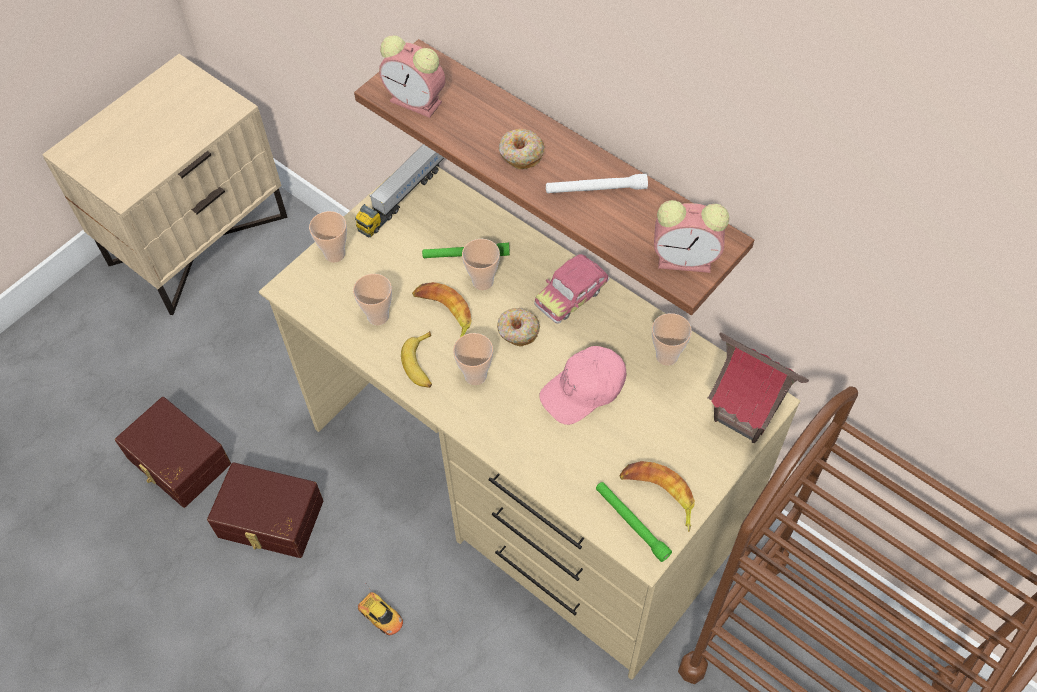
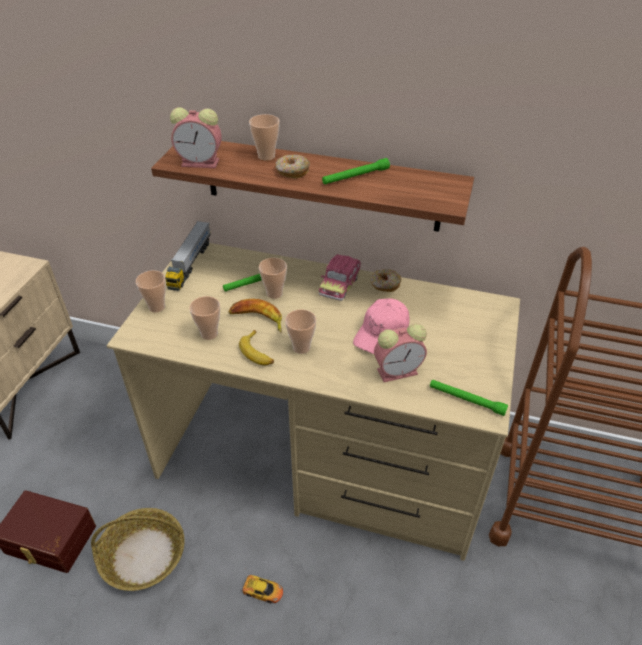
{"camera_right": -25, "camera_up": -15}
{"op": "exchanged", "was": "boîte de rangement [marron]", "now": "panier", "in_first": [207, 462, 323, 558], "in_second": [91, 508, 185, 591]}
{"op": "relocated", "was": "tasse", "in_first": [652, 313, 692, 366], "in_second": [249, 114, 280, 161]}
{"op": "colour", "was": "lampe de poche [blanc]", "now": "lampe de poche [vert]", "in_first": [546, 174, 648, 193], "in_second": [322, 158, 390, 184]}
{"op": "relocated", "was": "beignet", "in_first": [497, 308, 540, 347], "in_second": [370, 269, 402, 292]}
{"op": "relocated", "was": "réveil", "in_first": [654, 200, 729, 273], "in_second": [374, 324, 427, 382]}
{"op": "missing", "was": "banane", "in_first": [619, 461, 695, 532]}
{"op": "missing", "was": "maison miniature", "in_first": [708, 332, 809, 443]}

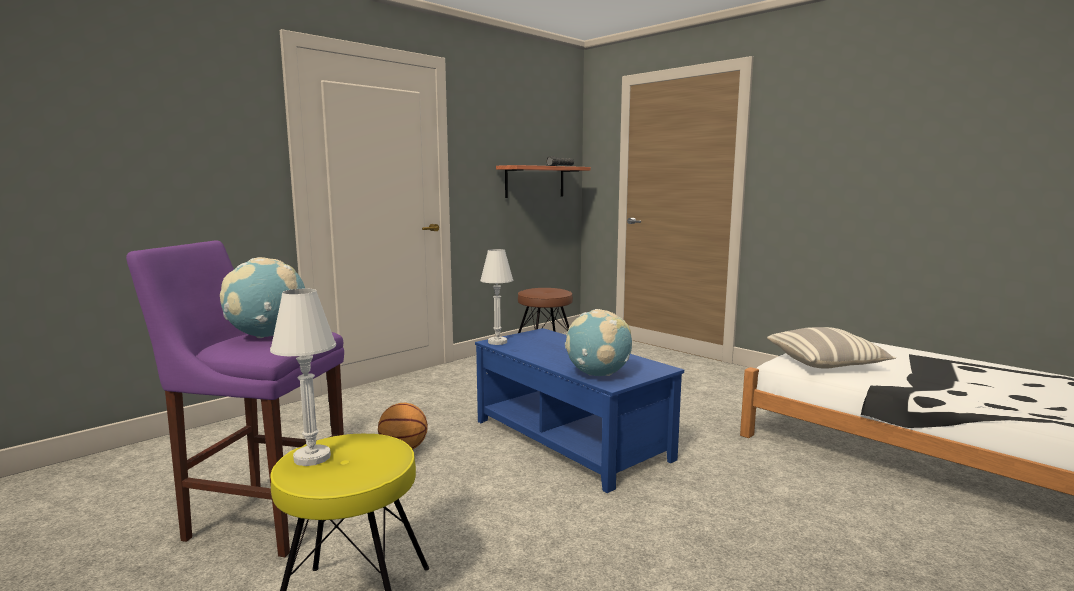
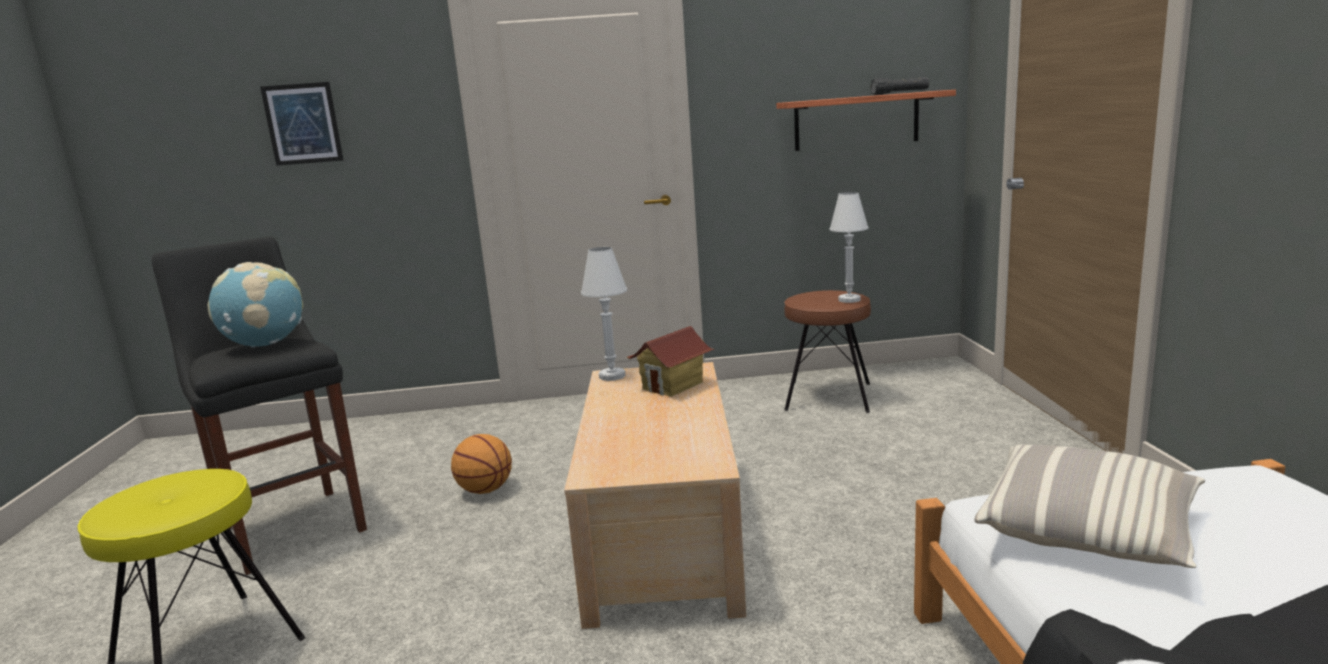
{"camera_right": 40, "camera_up": 5}
{"op": "colour", "was": "tabouret [violet]", "now": "tabouret [noir]", "in_first": [126, 240, 344, 557], "in_second": [152, 237, 367, 575]}
{"op": "appeared", "now": "tableau", "in_second": [260, 82, 343, 166]}
{"op": "colour", "was": "table basse [bleu]", "now": "table basse [beige]", "in_first": [475, 328, 684, 493], "in_second": [564, 362, 746, 629]}
{"op": "appeared", "now": "maison miniature", "in_second": [627, 326, 714, 397]}
{"op": "relocated", "was": "lampe de table [blanc]", "in_first": [270, 289, 336, 466], "in_second": [829, 192, 868, 303]}
{"op": "missing", "was": "globe", "in_first": [565, 309, 632, 376]}

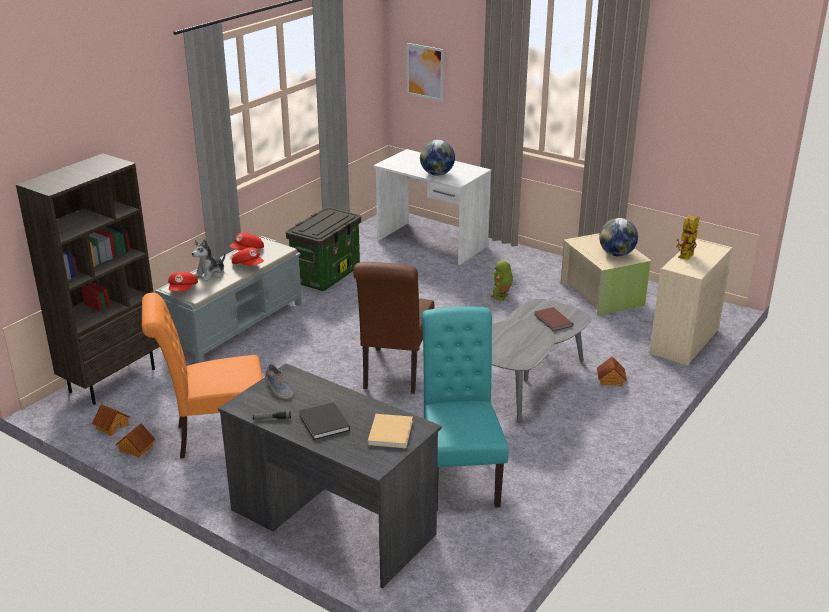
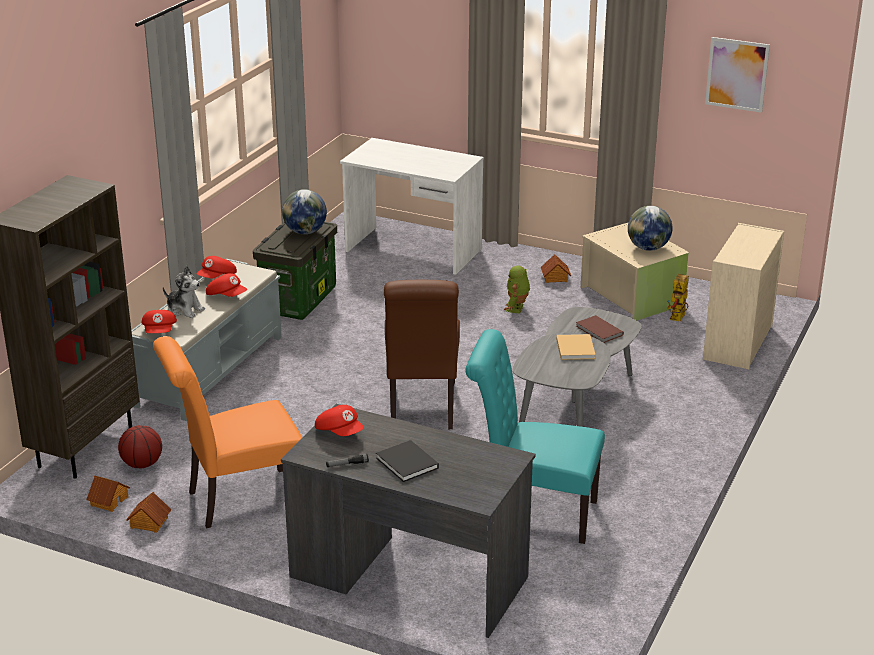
{"camera_right": -10, "camera_up": 0}
{"op": "appeared", "now": "ballon de basket", "in_second": [118, 425, 162, 468]}
{"op": "spun", "was": "peluche", "in_first": [192, 239, 225, 282], "in_second": [163, 266, 205, 318], "clockwise": -90}
{"op": "relocated", "was": "globe", "in_first": [420, 140, 455, 176], "in_second": [282, 189, 327, 234]}
{"op": "exchanged", "was": "chaussure", "now": "casquette [rouge]", "in_first": [265, 364, 293, 399], "in_second": [315, 405, 364, 436]}
{"op": "spun", "was": "chaise [turquoise]", "in_first": [421, 307, 509, 511], "in_second": [465, 329, 605, 544], "clockwise": -60}
{"op": "relocated", "was": "maison miniature", "in_first": [597, 357, 627, 386], "in_second": [541, 254, 571, 283]}
{"op": "relocated", "was": "livre [beige]", "in_first": [368, 414, 413, 448], "in_second": [556, 334, 596, 360]}
{"op": "relocated", "was": "robot jouet", "in_first": [676, 215, 699, 260], "in_second": [667, 274, 689, 321]}
{"op": "relocated", "was": "tableau", "in_first": [407, 43, 444, 101], "in_second": [705, 37, 770, 113]}

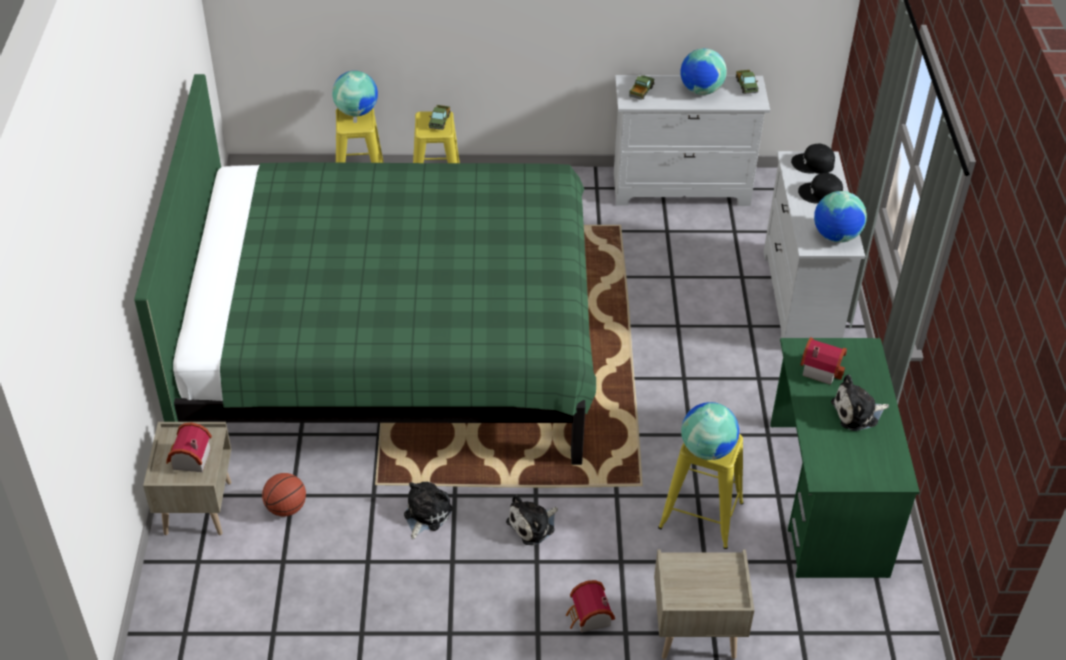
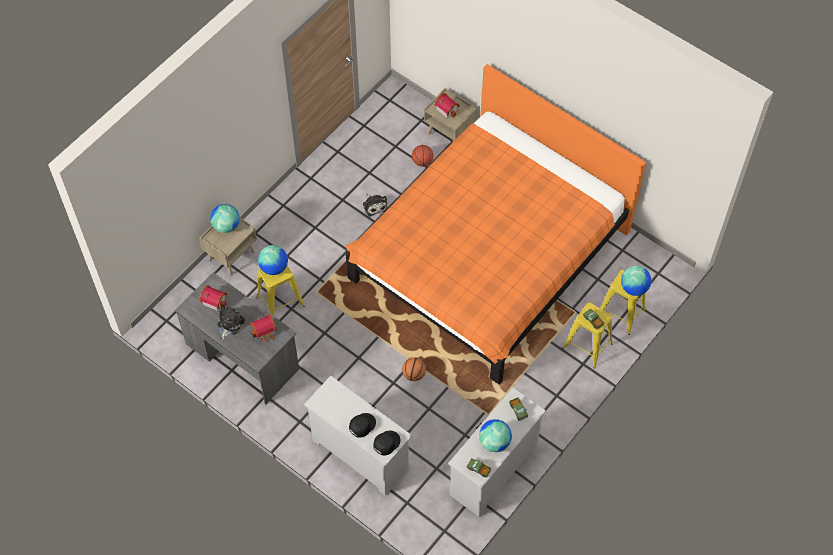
{"camera_right": 130, "camera_up": 15}
{"op": "colour", "was": "bureau [vert]", "now": "bureau [gris]", "in_first": [770, 338, 920, 578], "in_second": [175, 272, 299, 404]}
{"op": "relocated", "was": "maison miniature", "in_first": [566, 580, 615, 632], "in_second": [200, 285, 227, 311]}
{"op": "relocated", "was": "globe", "in_first": [814, 191, 867, 243], "in_second": [210, 204, 240, 233]}
{"op": "colour", "was": "lit [vert]", "now": "lit [orange]", "in_first": [134, 74, 596, 465], "in_second": [346, 64, 646, 384]}
{"op": "appeared", "now": "ballon de basket", "in_second": [402, 358, 426, 381]}
{"op": "missing", "was": "peluche", "in_first": [506, 495, 558, 545]}

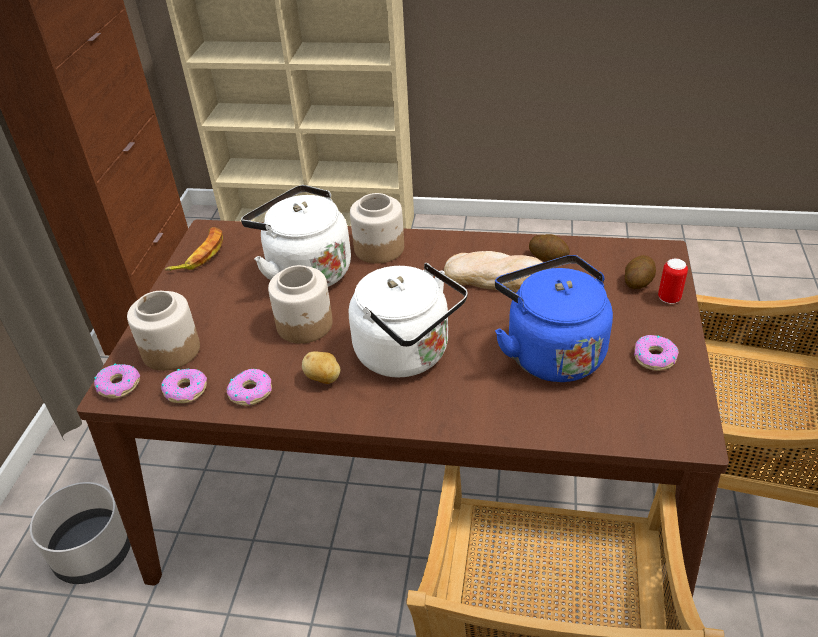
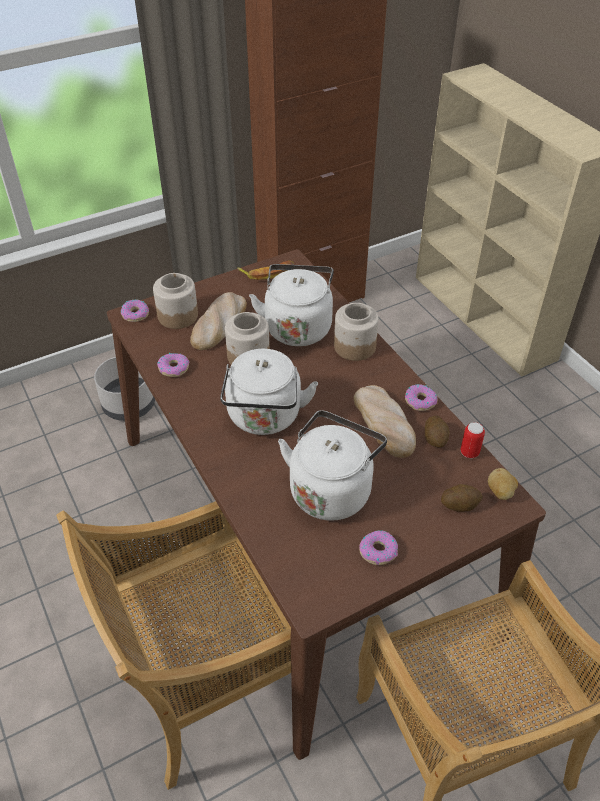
{"camera_right": 50, "camera_up": 5}
{"op": "appeared", "now": "pain", "in_second": [190, 292, 247, 350]}
{"op": "colour", "was": "bouilloire [bleu]", "now": "bouilloire [blanc]", "in_first": [495, 255, 613, 382], "in_second": [278, 410, 387, 521]}
{"op": "relocated", "was": "beignet", "in_first": [161, 369, 207, 403], "in_second": [405, 384, 437, 411]}
{"op": "relocated", "was": "boîte métallique", "in_first": [658, 258, 688, 304], "in_second": [461, 422, 485, 458]}
{"op": "relocated", "was": "pomme de terre", "in_first": [302, 351, 340, 384], "in_second": [488, 468, 518, 500]}

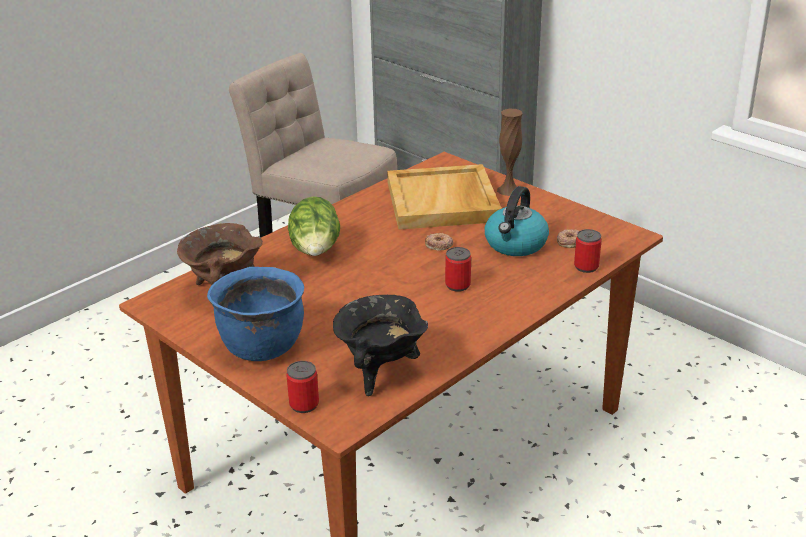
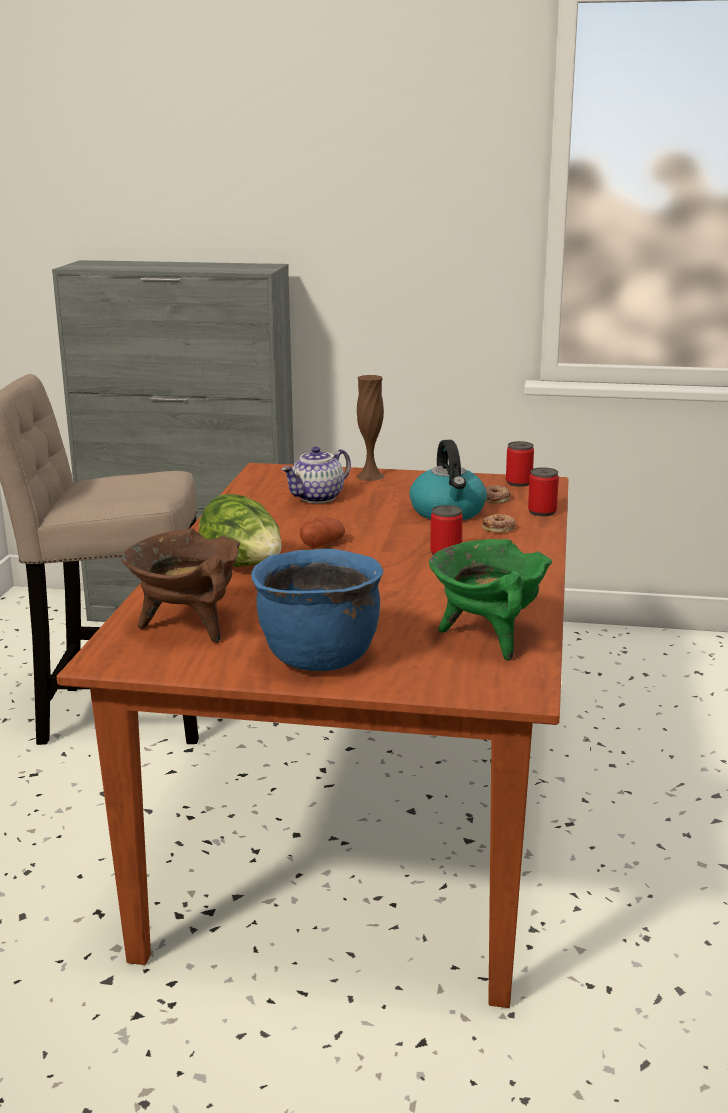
{"camera_right": -35, "camera_up": -10}
{"op": "exchanged", "was": "plateau [beige]", "now": "théière", "in_first": [387, 164, 502, 230], "in_second": [281, 447, 351, 503]}
{"op": "appeared", "now": "pomme de terre", "in_second": [299, 517, 345, 548]}
{"op": "colour", "was": "marmite [noir]", "now": "marmite [vert]", "in_first": [333, 295, 428, 396], "in_second": [429, 539, 552, 660]}
{"op": "relocated", "was": "beignet", "in_first": [425, 233, 453, 250], "in_second": [482, 514, 516, 532]}
{"op": "relocated", "was": "boîte métallique", "in_first": [286, 361, 319, 413], "in_second": [506, 441, 534, 487]}

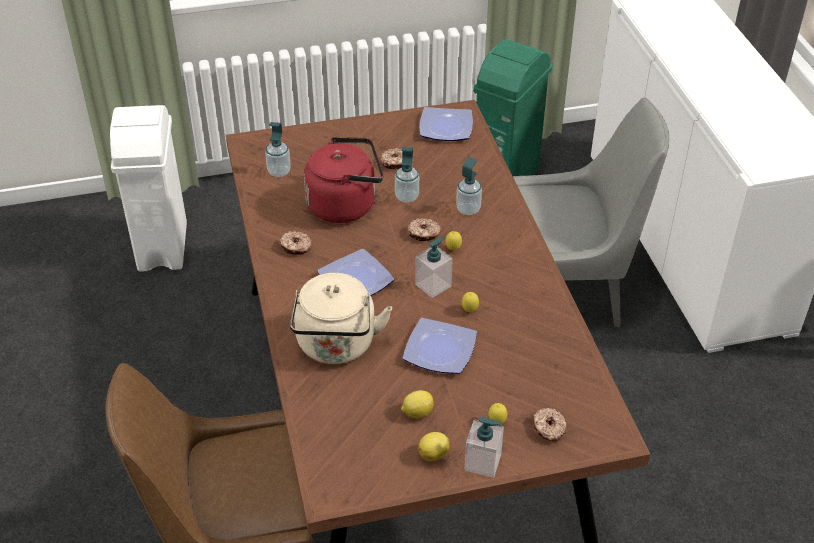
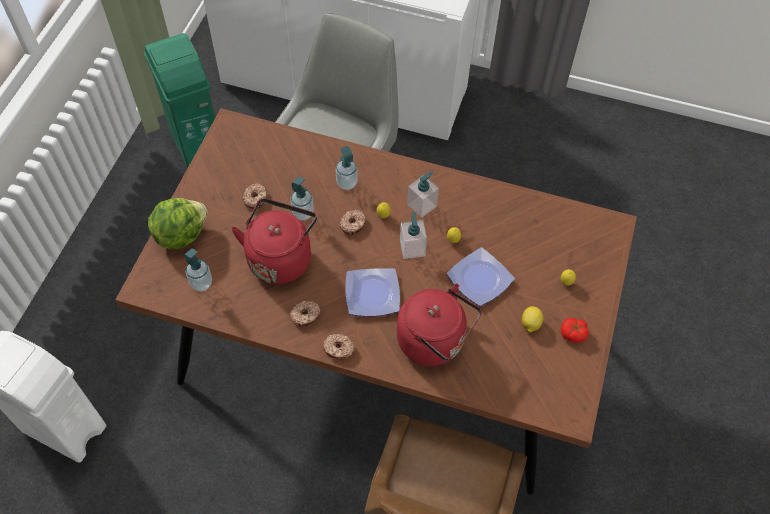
{"camera_right": -60, "camera_up": 15}
{"op": "appeared", "now": "laitue", "in_second": [148, 198, 208, 249]}
{"op": "relocated", "was": "beignet", "in_first": [533, 408, 567, 442], "in_second": [323, 334, 355, 359]}
{"op": "colour", "was": "bouilloire [beige]", "now": "bouilloire [rouge]", "in_first": [290, 273, 392, 364], "in_second": [397, 284, 482, 366]}
{"op": "relocated", "was": "distributeur de savon", "in_first": [464, 416, 504, 478], "in_second": [407, 171, 439, 218]}
{"op": "exchanged", "was": "citron", "now": "tomate", "in_first": [418, 432, 450, 461], "in_second": [561, 318, 589, 343]}
{"op": "missing", "was": "assiette", "in_first": [419, 107, 473, 141]}

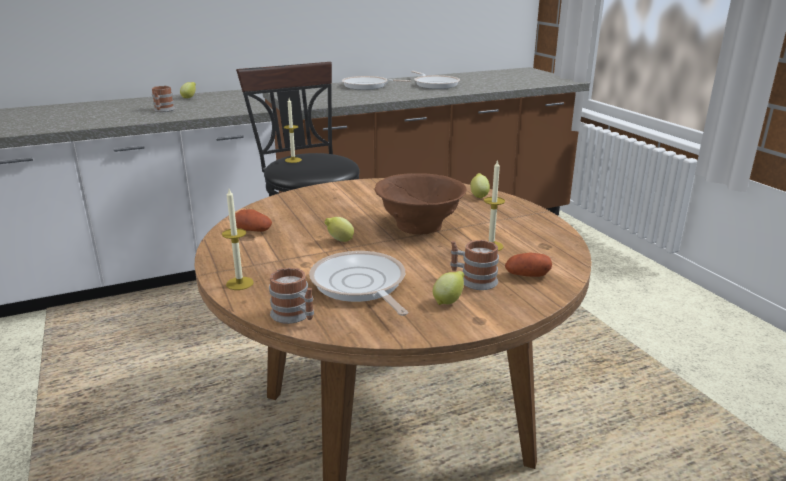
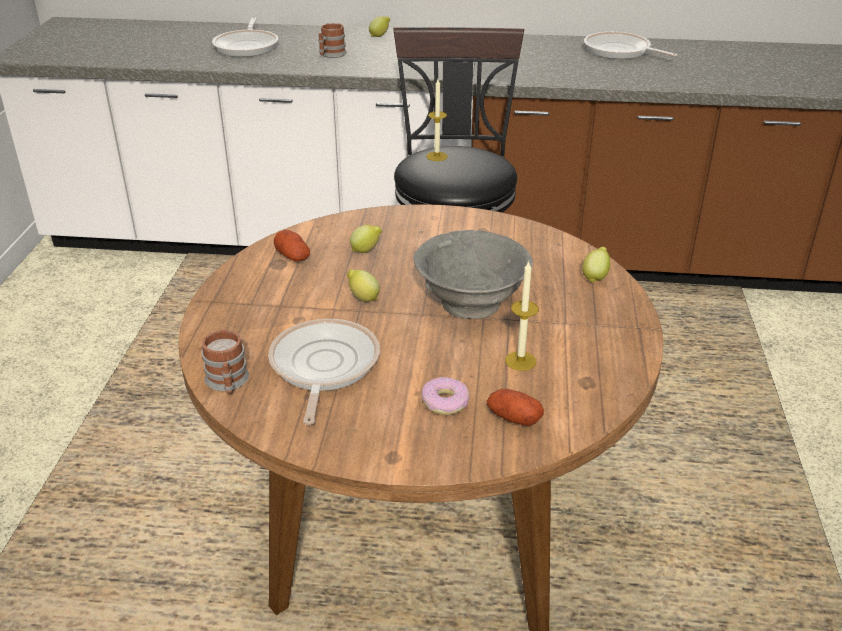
{"camera_right": 30, "camera_up": 10}
{"op": "relocated", "was": "poêle", "in_first": [411, 71, 460, 89], "in_second": [212, 17, 278, 57]}
{"op": "relocated", "was": "citron", "in_first": [433, 271, 464, 305], "in_second": [350, 225, 382, 253]}
{"op": "colour", "was": "bol [marron]", "now": "bol [gris]", "in_first": [375, 173, 467, 235], "in_second": [414, 230, 533, 319]}
{"op": "exchanged", "was": "mug", "now": "beignet", "in_first": [450, 240, 499, 290], "in_second": [421, 377, 470, 415]}
{"op": "missing", "was": "bougie", "in_first": [222, 189, 254, 290]}

